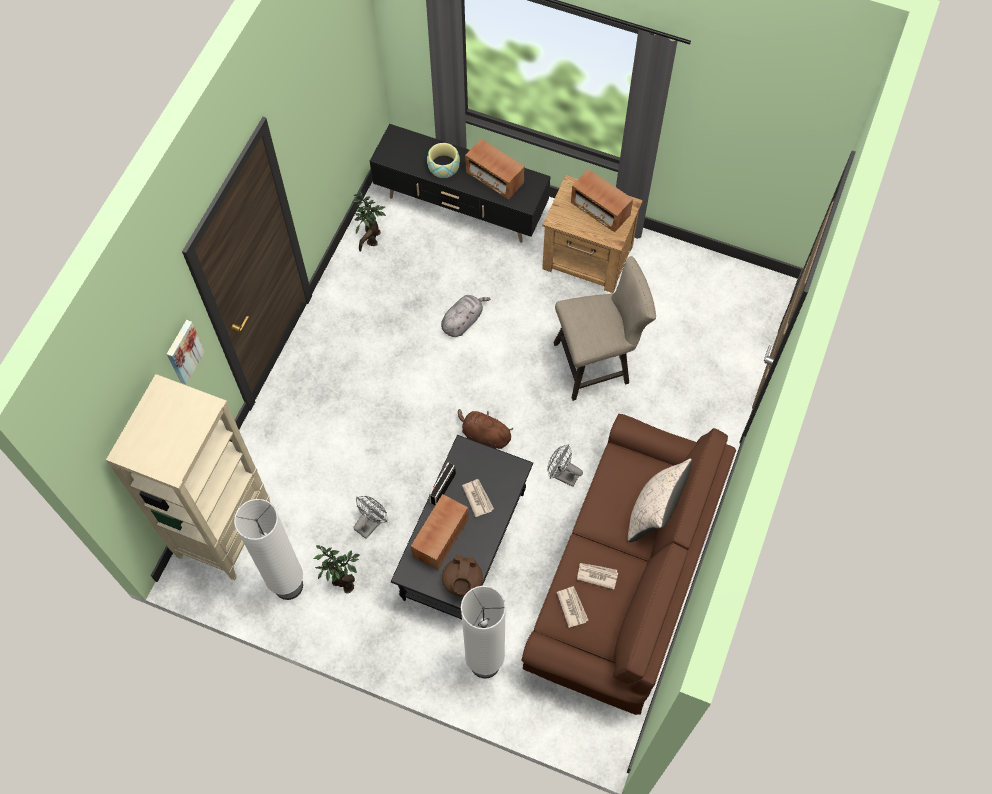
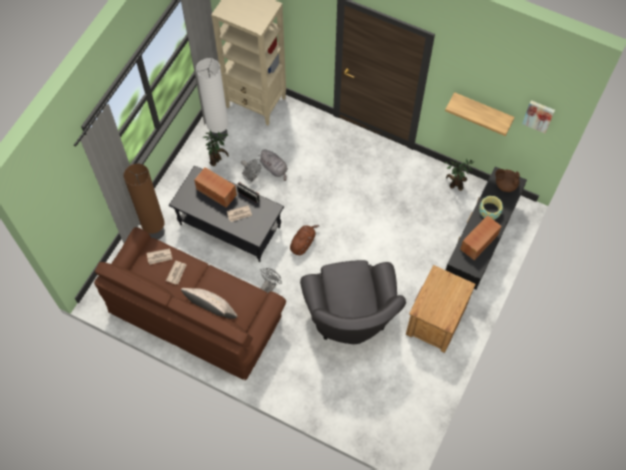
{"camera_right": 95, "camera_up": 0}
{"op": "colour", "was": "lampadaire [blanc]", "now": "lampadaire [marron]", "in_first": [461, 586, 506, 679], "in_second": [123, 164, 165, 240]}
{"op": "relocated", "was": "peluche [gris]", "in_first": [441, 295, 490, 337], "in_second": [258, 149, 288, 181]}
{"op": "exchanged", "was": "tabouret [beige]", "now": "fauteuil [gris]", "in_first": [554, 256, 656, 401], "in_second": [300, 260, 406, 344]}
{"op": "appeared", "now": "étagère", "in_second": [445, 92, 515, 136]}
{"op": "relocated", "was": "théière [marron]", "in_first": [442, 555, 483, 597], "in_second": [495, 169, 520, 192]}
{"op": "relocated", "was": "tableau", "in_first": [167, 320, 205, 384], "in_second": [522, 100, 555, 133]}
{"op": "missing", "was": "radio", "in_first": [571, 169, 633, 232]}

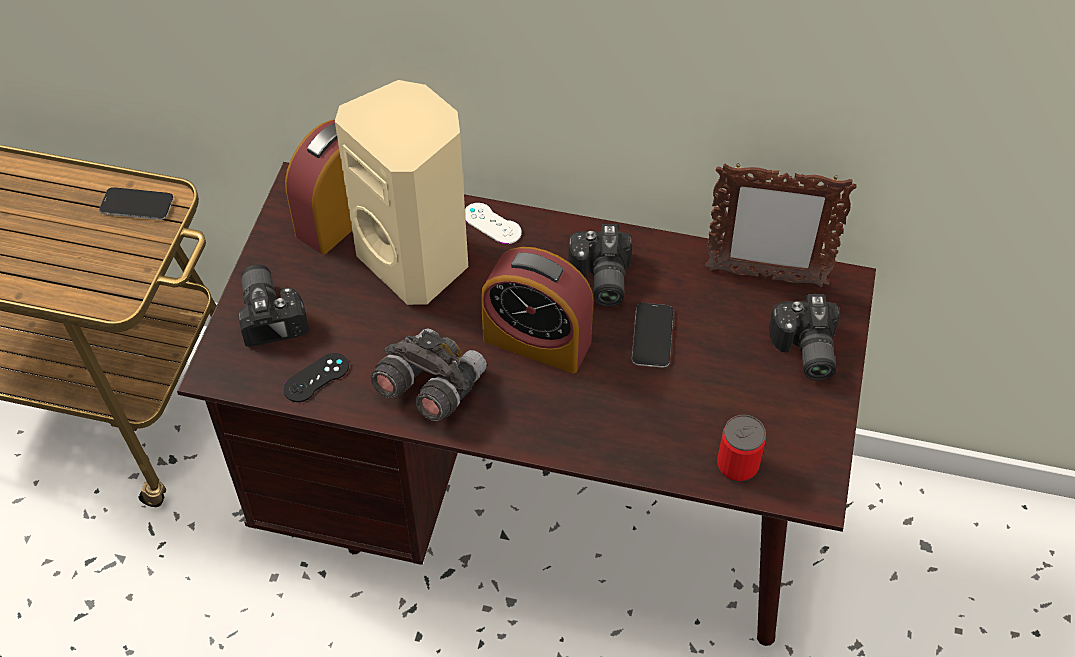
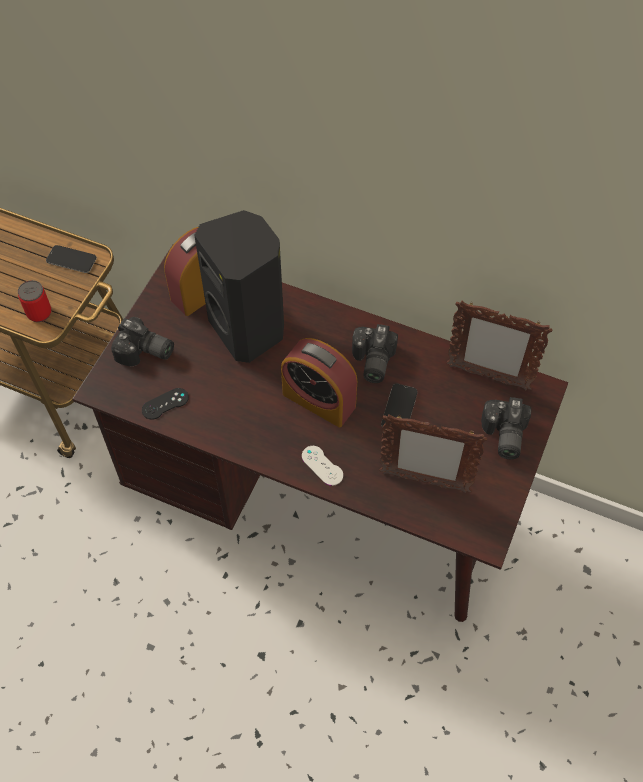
{"camera_right": 10, "camera_up": 5}
{"op": "relocated", "was": "boîte métallique", "in_first": [717, 415, 766, 481], "in_second": [18, 280, 51, 322]}
{"op": "spun", "was": "appareil photo", "in_first": [238, 265, 309, 347], "in_second": [111, 317, 174, 366], "clockwise": 120}
{"op": "colour", "was": "enceinte [beige]", "now": "enceinte [noir]", "in_first": [335, 80, 468, 305], "in_second": [194, 210, 284, 363]}
{"op": "relocated", "was": "manette [blanc]", "in_first": [465, 203, 522, 244], "in_second": [302, 446, 343, 486]}
{"op": "appeared", "now": "cadre photo", "in_second": [379, 414, 487, 493]}
{"op": "missing", "was": "jumelles [gris]", "in_first": [371, 328, 487, 421]}

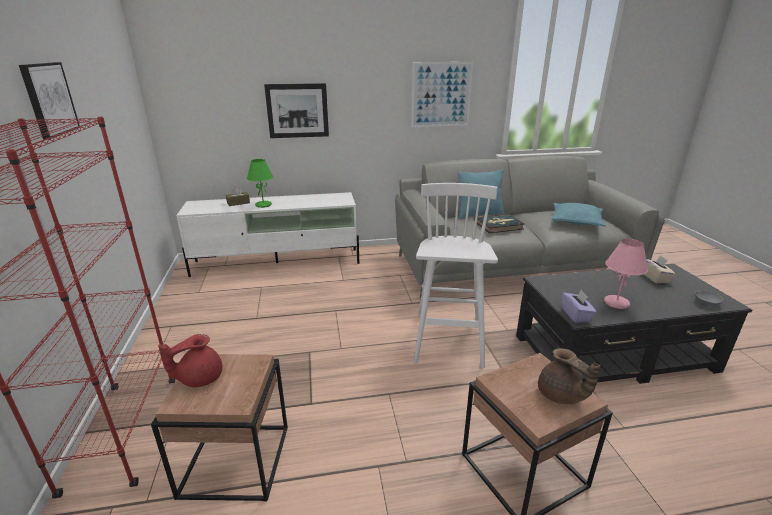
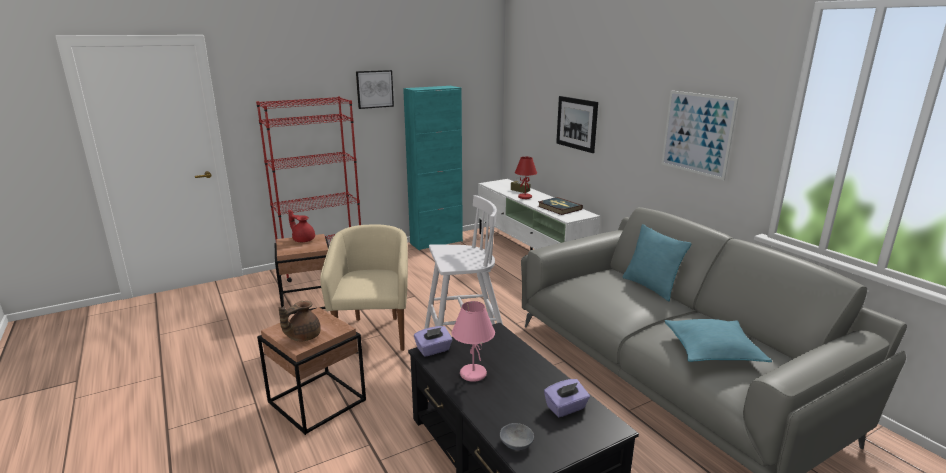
{"camera_right": 70, "camera_up": -5}
{"op": "appeared", "now": "fauteuil [beige]", "in_second": [320, 225, 408, 351]}
{"op": "appeared", "now": "meuble de rangement [turquoise]", "in_second": [403, 86, 463, 251]}
{"op": "colour", "was": "lampe de table [vert]", "now": "lampe de table [rouge]", "in_first": [247, 159, 273, 208], "in_second": [515, 157, 537, 199]}
{"op": "relocated", "was": "livre", "in_first": [477, 214, 524, 233], "in_second": [538, 197, 583, 215]}
{"op": "colour", "was": "boîte à mouchoirs [beige]", "now": "boîte à mouchoirs [violet]", "in_first": [643, 255, 676, 283], "in_second": [544, 379, 590, 417]}

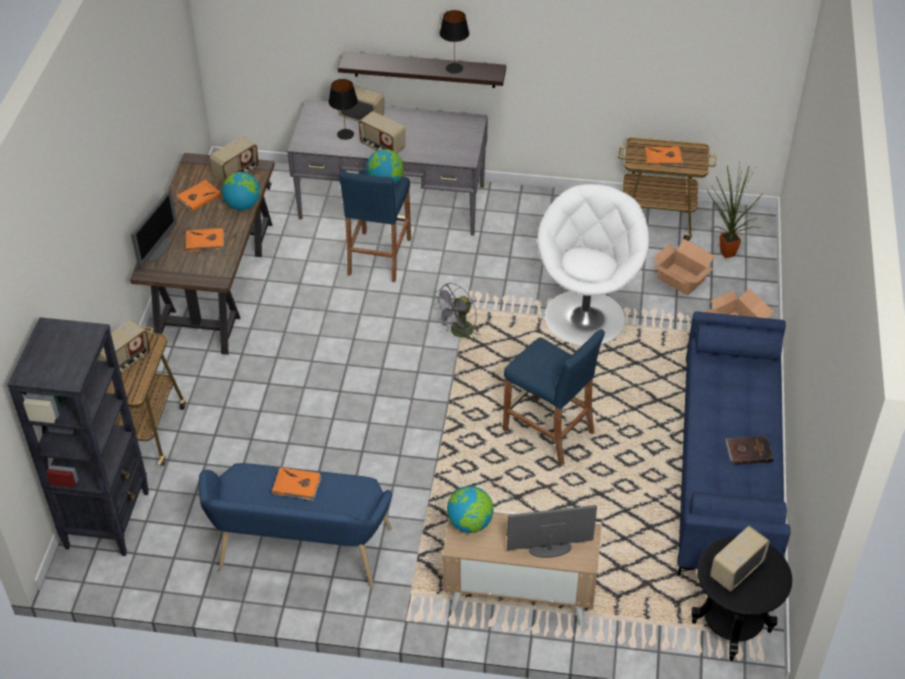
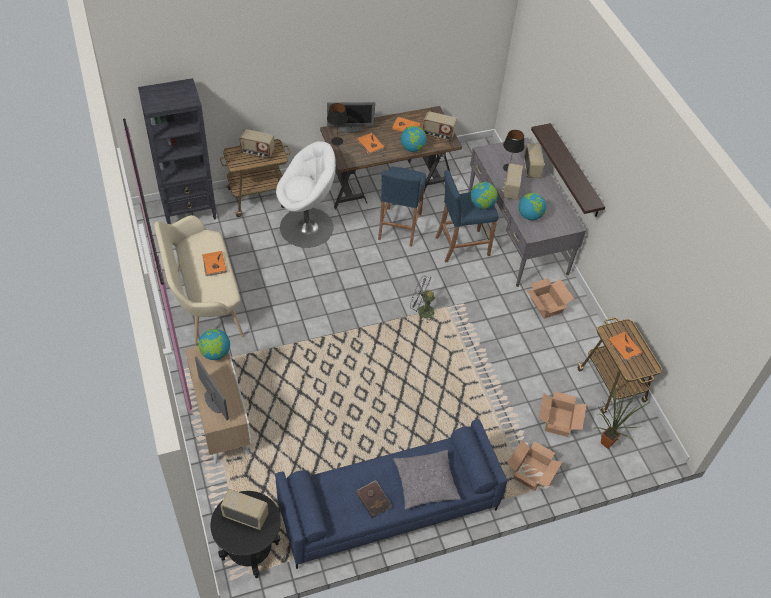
{"camera_right": 60, "camera_up": 5}
{"op": "colour", "was": "banc [bleu]", "now": "banc [beige]", "in_first": [199, 463, 392, 588], "in_second": [154, 215, 244, 345]}
{"op": "relocated", "was": "fauteuil [blanc]", "in_first": [537, 184, 649, 346], "in_second": [276, 141, 336, 248]}
{"op": "relocated", "was": "lampe de table [noir]", "in_first": [439, 10, 469, 74], "in_second": [327, 103, 348, 146]}
{"op": "relocated", "was": "tabouret [bleu]", "in_first": [503, 329, 605, 466], "in_second": [378, 166, 426, 247]}
{"op": "appeared", "now": "coussin [gris]", "in_second": [393, 450, 461, 510]}
{"op": "appeared", "now": "globe", "in_second": [519, 193, 546, 220]}
{"op": "appeared", "now": "carton", "in_second": [526, 278, 574, 319]}

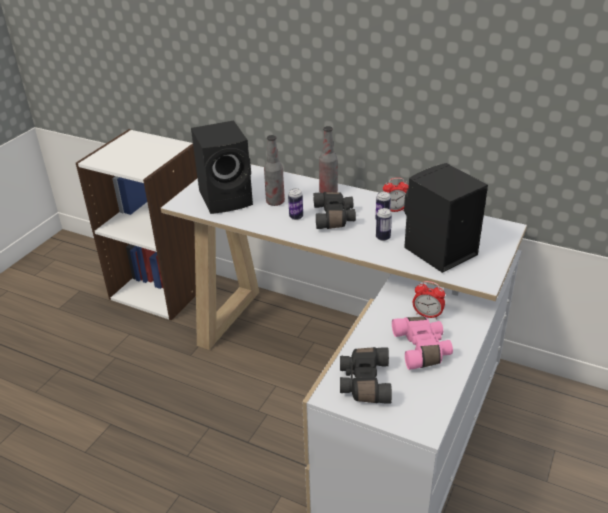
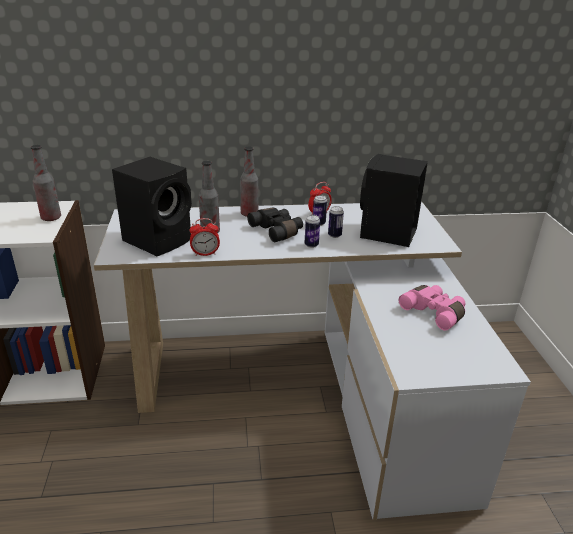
{"camera_right": -35, "camera_up": -5}
{"op": "appeared", "now": "bouteille", "in_second": [31, 145, 61, 221]}
{"op": "relocated", "was": "réveil", "in_first": [413, 281, 445, 319], "in_second": [190, 218, 220, 256]}
{"op": "relocated", "was": "boîte métallique", "in_first": [288, 188, 303, 220], "in_second": [305, 215, 320, 248]}
{"op": "missing", "was": "jumelles [noir]", "in_first": [340, 347, 392, 404]}

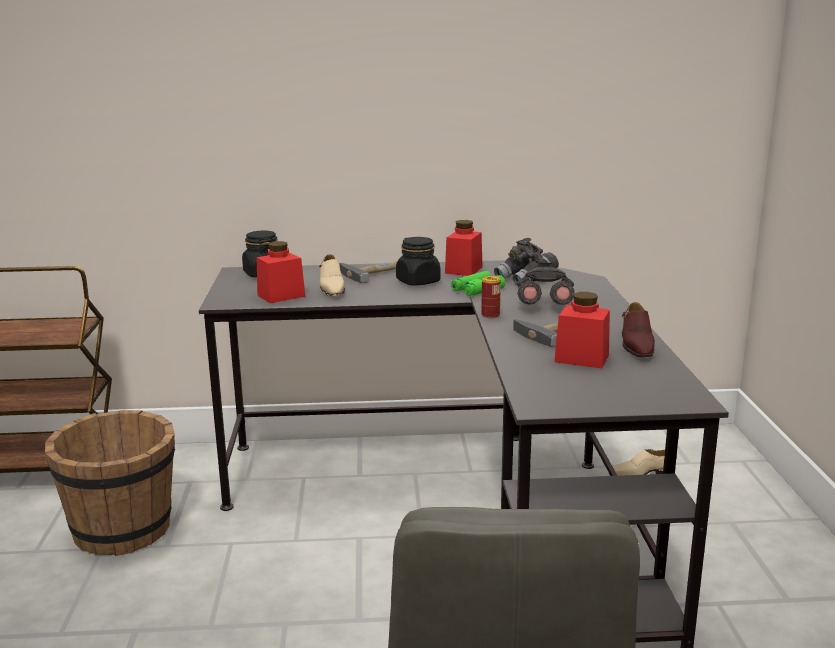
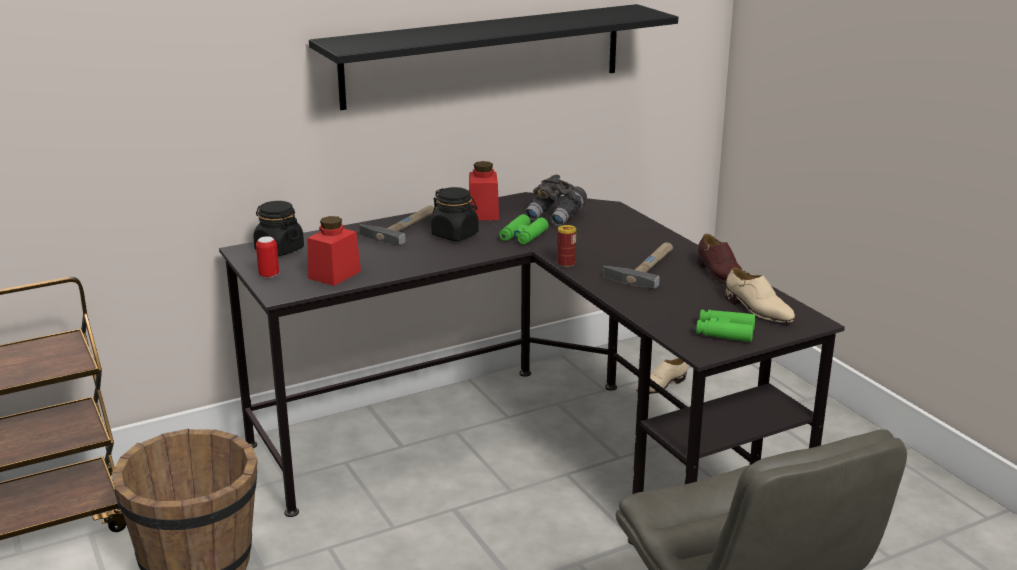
{"camera_right": -25, "camera_up": 5}
{"op": "appeared", "now": "boîte métallique", "in_second": [256, 236, 279, 278]}
{"op": "appeared", "now": "étagère [noir]", "in_second": [309, 4, 678, 110]}
{"op": "appeared", "now": "jumelles [vert]", "in_second": [696, 310, 756, 342]}
{"op": "relocated", "was": "chaussure [beige]", "in_first": [319, 254, 345, 296], "in_second": [725, 267, 795, 323]}
{"op": "missing", "was": "jumelles [gris]", "in_first": [516, 263, 574, 305]}
{"op": "missing", "was": "bocal [rouge]", "in_first": [554, 292, 610, 368]}

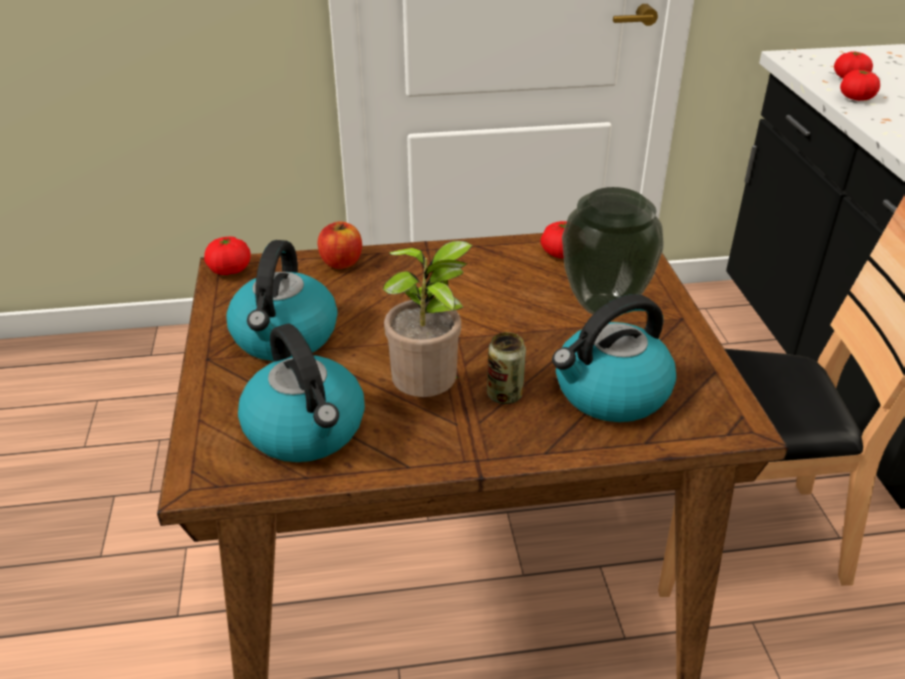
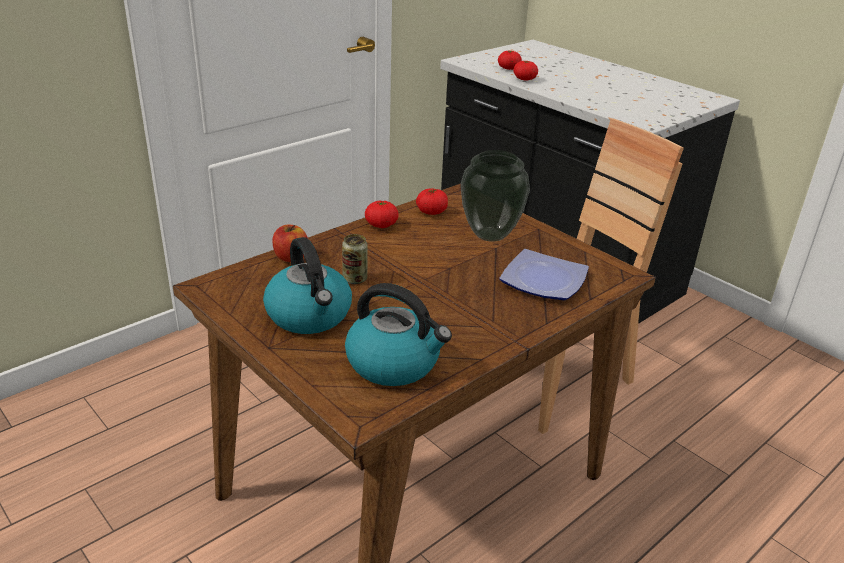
{"camera_right": -35, "camera_up": -5}
{"op": "relocated", "was": "boîte métallique", "in_first": [487, 332, 526, 404], "in_second": [342, 234, 368, 284]}
{"op": "relocated", "was": "tomate", "in_first": [204, 237, 251, 275], "in_second": [365, 200, 399, 228]}
{"op": "exchanged", "was": "bouilloire", "now": "assiette", "in_first": [552, 294, 676, 422], "in_second": [499, 249, 589, 300]}
{"op": "missing", "was": "plante en pot", "in_first": [383, 241, 473, 397]}

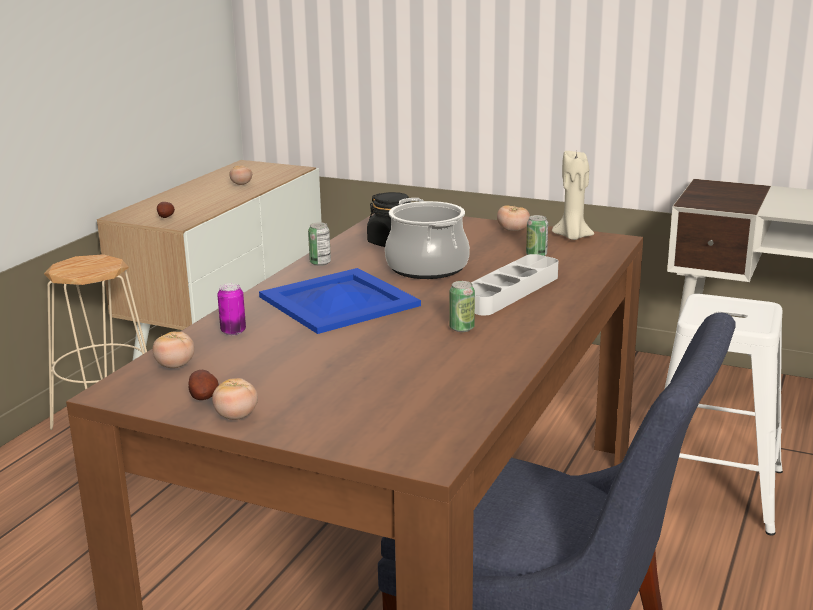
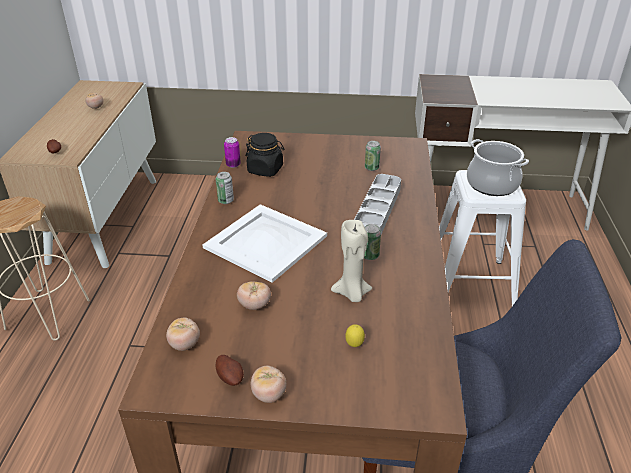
{"camera_right": -20, "camera_up": 15}
{"op": "colour", "was": "plateau [bleu]", "now": "plateau [blanc]", "in_first": [259, 268, 421, 334], "in_second": [202, 204, 327, 283]}
{"op": "relocated", "was": "boîte métallique", "in_first": [217, 283, 246, 335], "in_second": [224, 137, 241, 168]}
{"op": "relocated", "was": "tomate", "in_first": [497, 205, 530, 231], "in_second": [237, 282, 271, 310]}
{"op": "relocated", "was": "bougie [beige]", "in_first": [552, 151, 594, 240], "in_second": [331, 220, 372, 302]}
{"op": "appeared", "now": "citron", "in_second": [345, 324, 365, 347]}
{"op": "relocated", "was": "marmite", "in_first": [385, 198, 470, 279], "in_second": [467, 139, 529, 196]}

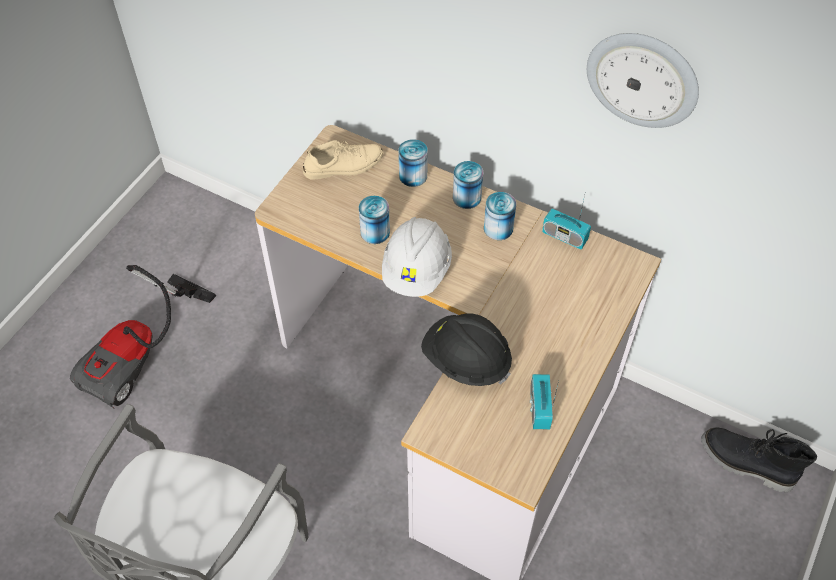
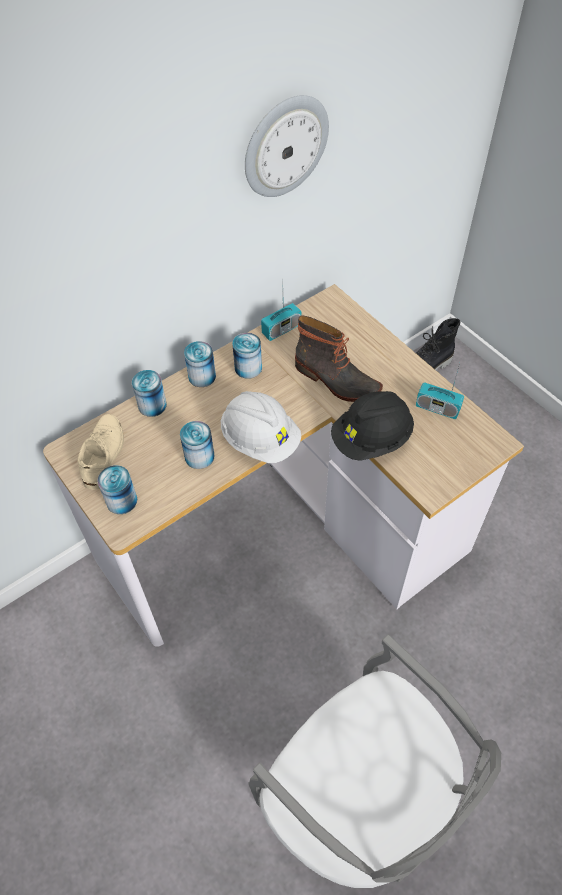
{"camera_right": -65, "camera_up": 0}
{"op": "appeared", "now": "boîte métallique", "in_second": [97, 465, 137, 514]}
{"op": "appeared", "now": "botte", "in_second": [295, 315, 383, 402]}
{"op": "missing", "was": "aspirateur", "in_first": [70, 265, 216, 409]}

